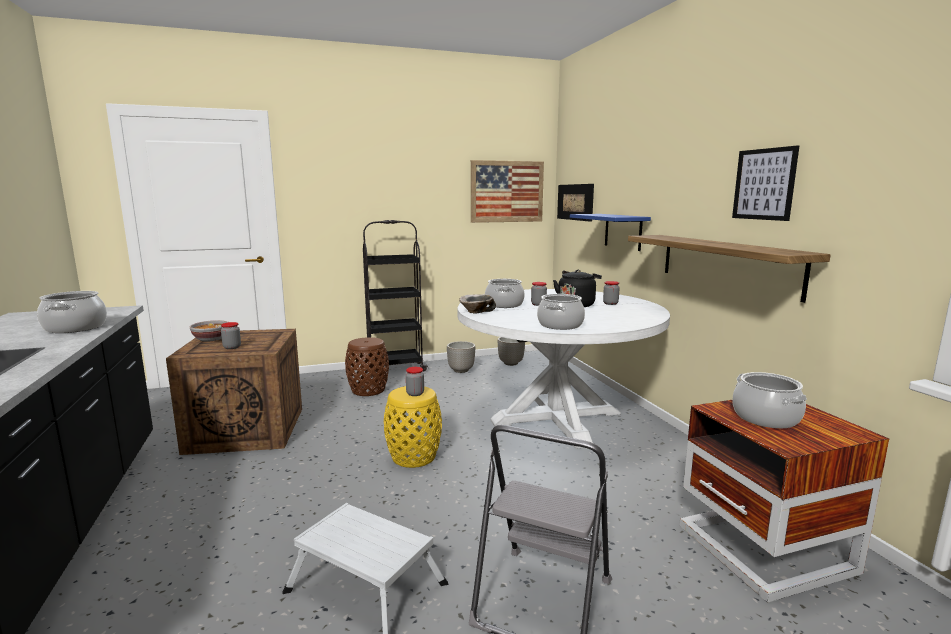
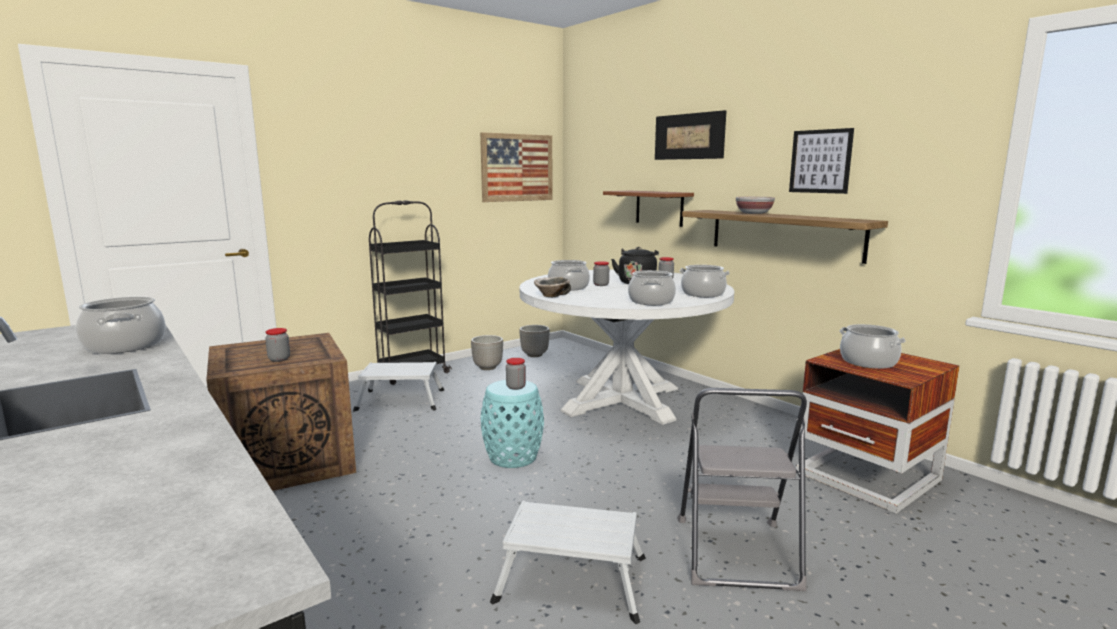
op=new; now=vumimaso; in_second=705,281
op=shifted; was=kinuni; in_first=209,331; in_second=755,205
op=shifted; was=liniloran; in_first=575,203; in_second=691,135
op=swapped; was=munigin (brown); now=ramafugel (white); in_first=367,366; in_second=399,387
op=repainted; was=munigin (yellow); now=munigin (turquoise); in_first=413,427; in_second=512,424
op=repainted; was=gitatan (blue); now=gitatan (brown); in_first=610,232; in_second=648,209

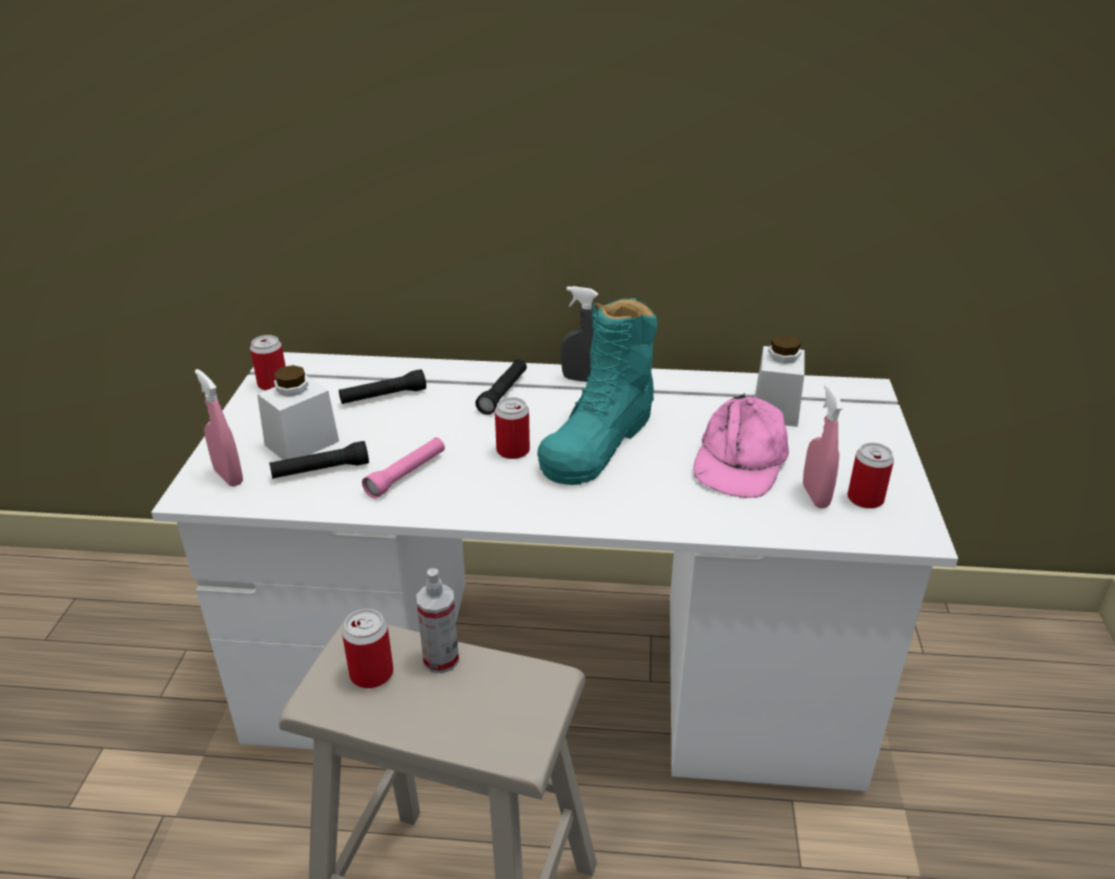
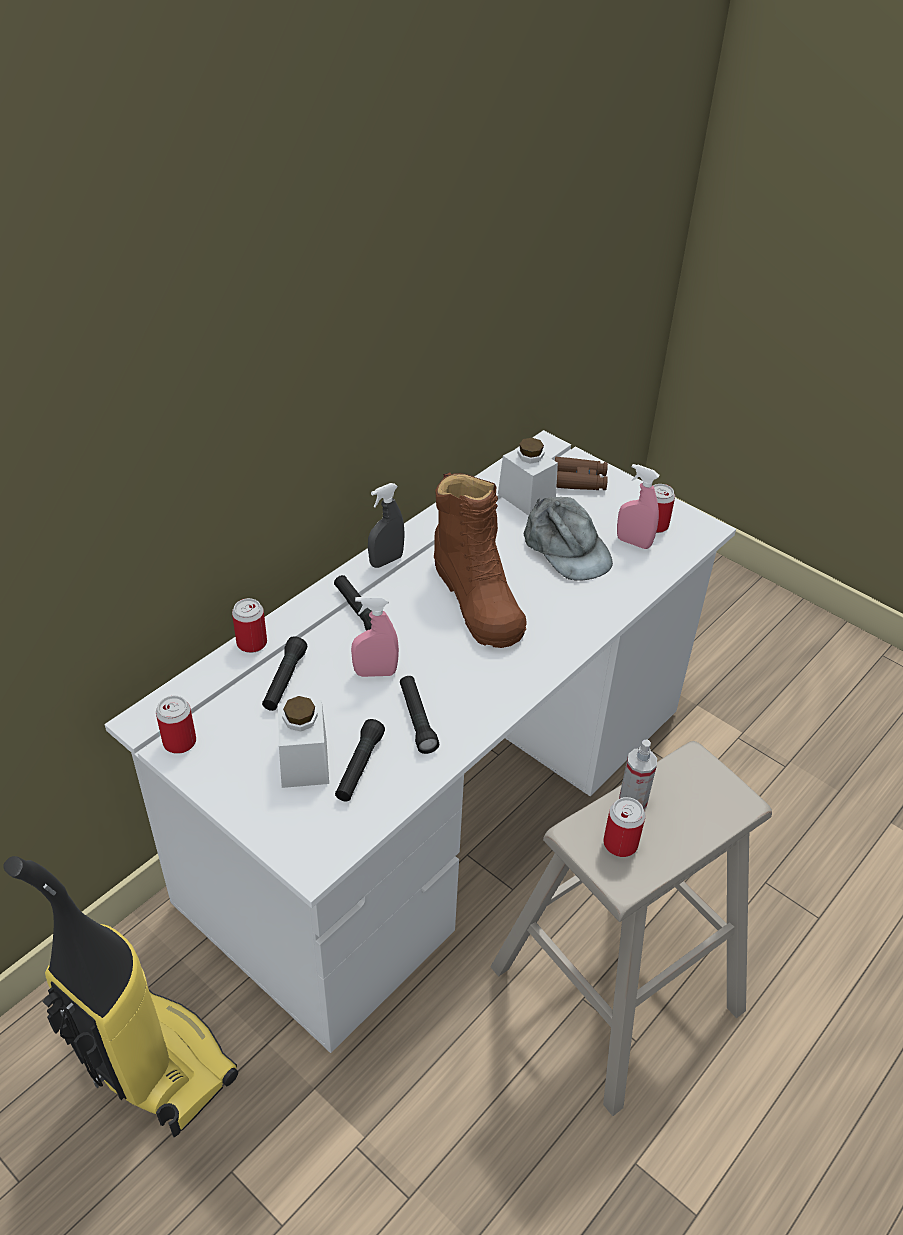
op=new; now=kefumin; in_second=120,996
op=new; now=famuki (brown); in_second=581,473
op=shifted; was=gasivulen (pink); in_first=219,428; in_second=375,636
op=shifted; was=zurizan; in_first=512,428; in_second=249,625
op=repainted; was=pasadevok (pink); now=pasadevok (black); in_first=403,468; in_second=419,715
op=repainted; was=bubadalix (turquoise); now=bubadalix (brown); in_first=597,391; in_second=480,560
op=repainted; was=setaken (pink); now=setaken (grey); in_first=741,445; in_second=568,539

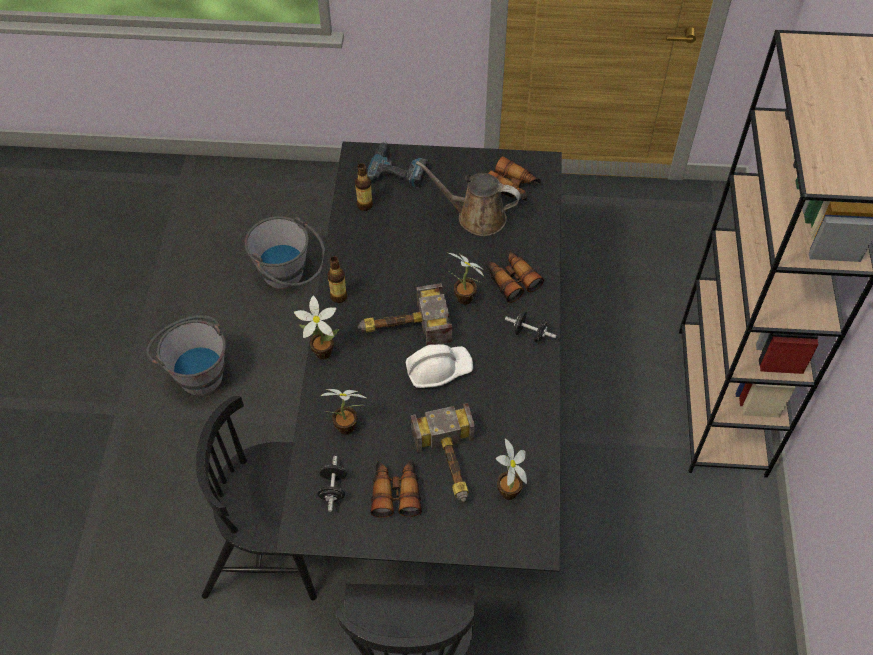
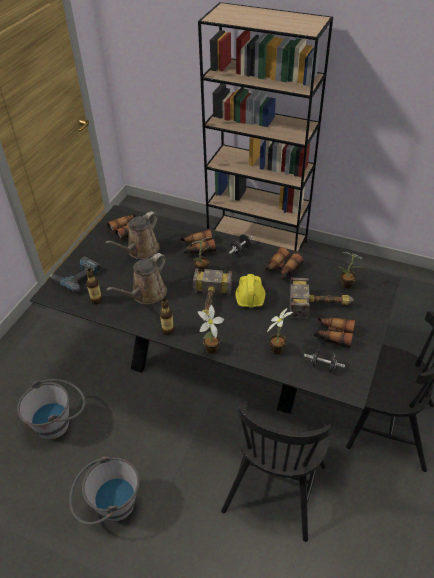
op=new; now=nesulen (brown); in_second=136,278
op=new; now=famuki; in_second=284,263
op=repainted; was=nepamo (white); now=nepamo (yellow); in_first=439,366; in_second=250,290

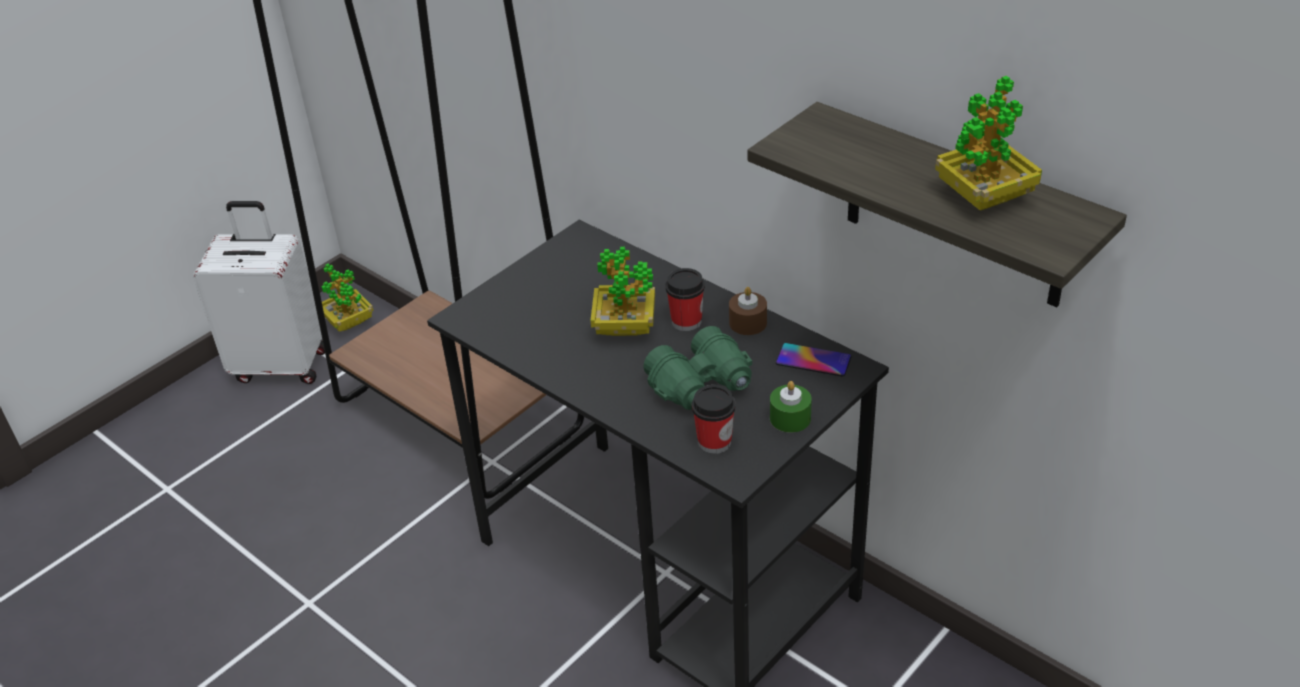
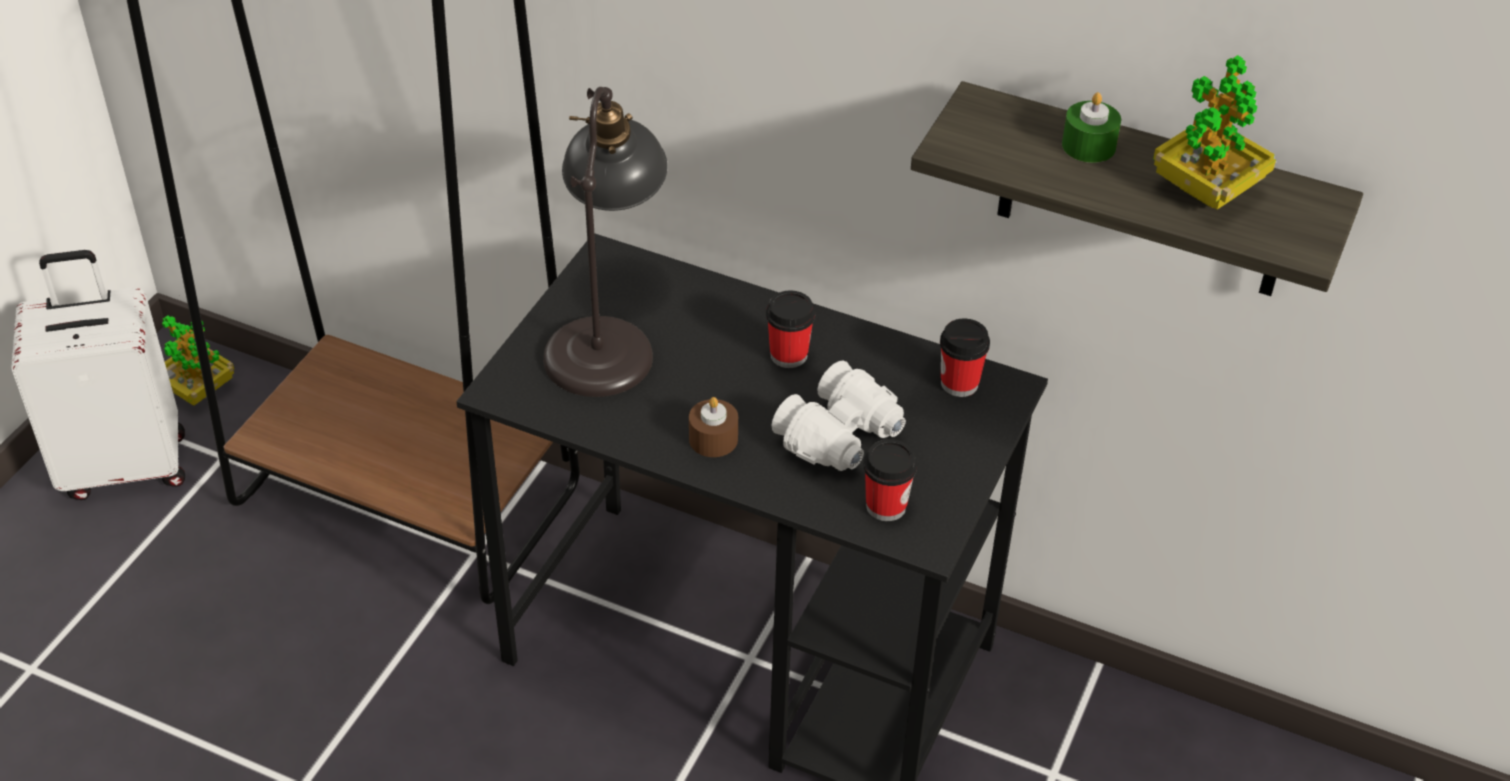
op=gone; was=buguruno; in_first=622,291
op=new; now=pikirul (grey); in_second=605,242
op=shifted; was=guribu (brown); in_first=748,311; in_second=713,427
op=shifted; was=guribu (green); in_first=791,407; in_second=1091,127
op=swapped; was=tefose; now=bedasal; in_first=813,360; in_second=965,358
op=repainted; was=famuki (green); now=famuki (white); in_first=697,368; in_second=839,415

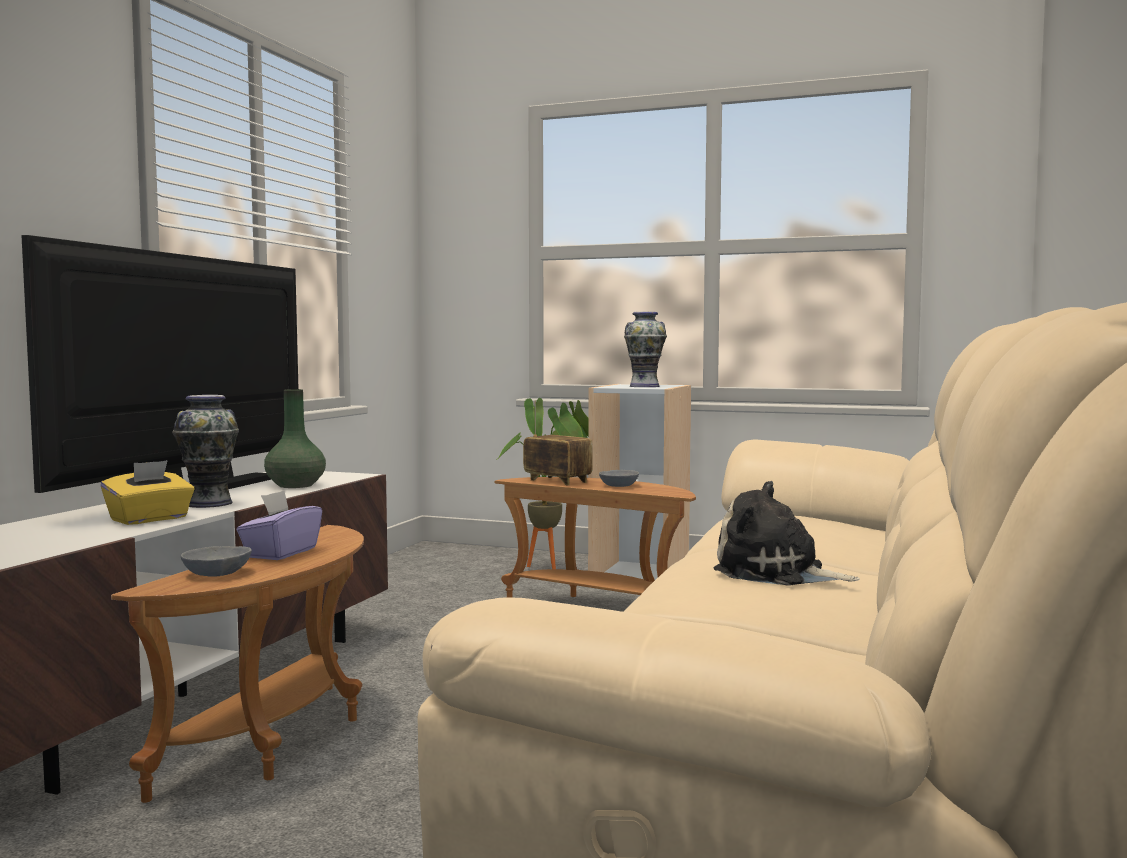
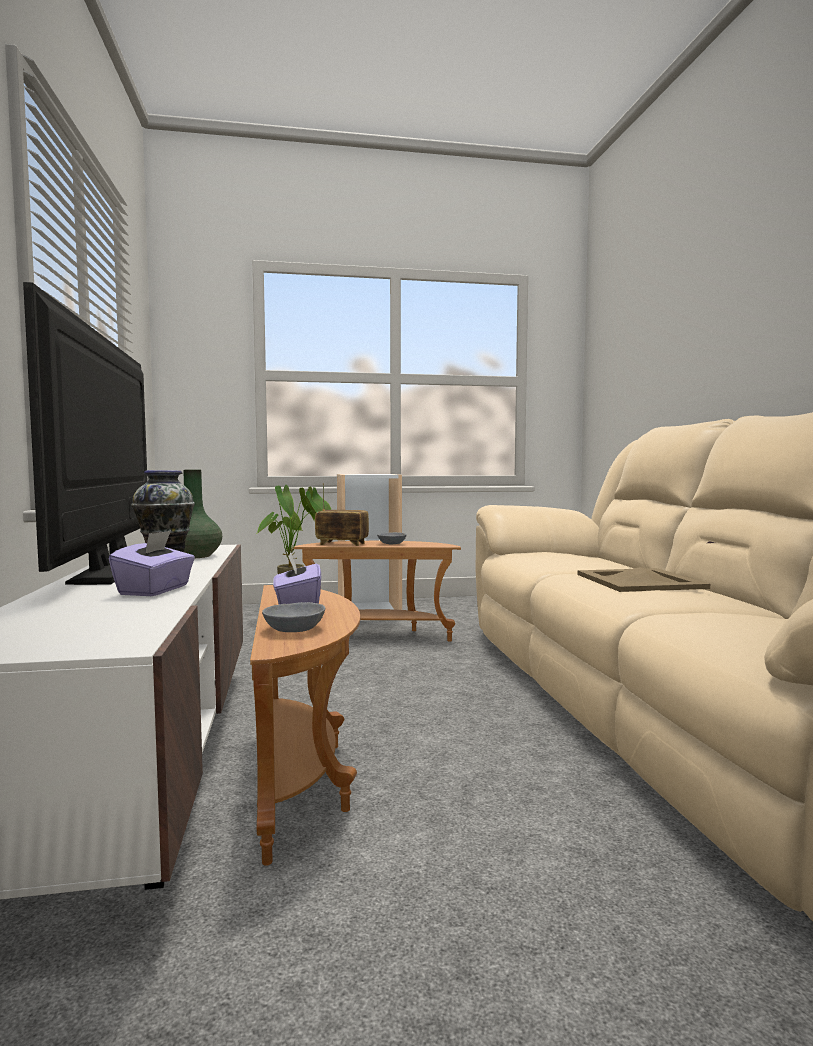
op=gone; was=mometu; in_first=645,349
op=swapped; was=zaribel; now=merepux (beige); in_first=787,533; in_second=643,579
op=repainted; was=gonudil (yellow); now=gonudil (purple); in_first=147,492; in_second=152,563

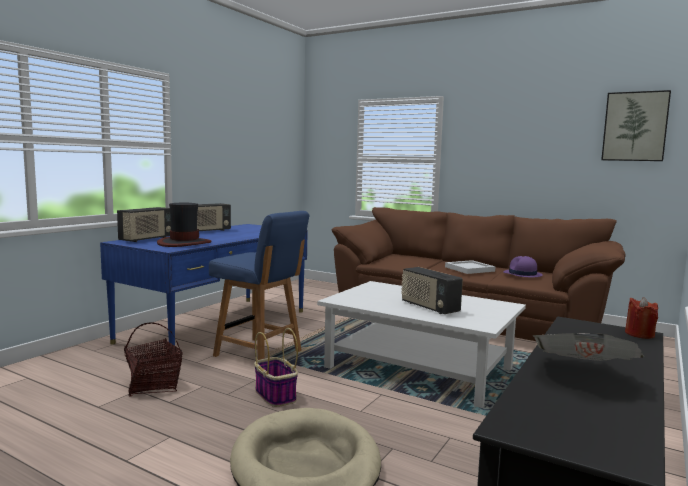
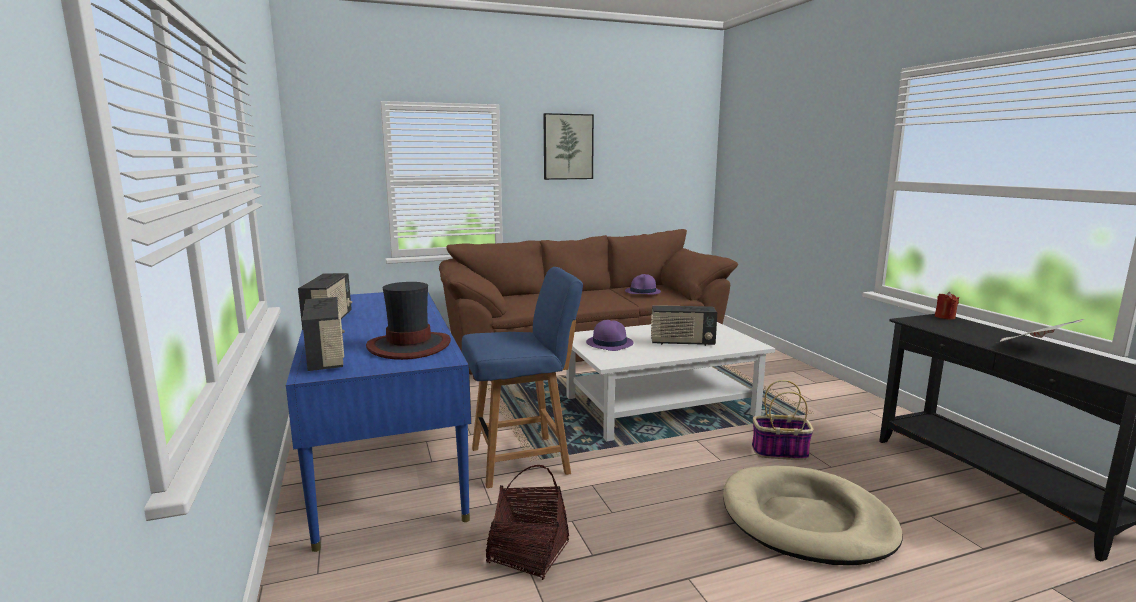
op=gone; was=merepux (white); in_first=470,267
op=new; now=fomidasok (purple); in_second=610,335
op=shifted; was=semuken; in_first=276,367; in_second=783,420
op=shifted; was=liniloran; in_first=636,125; in_second=568,146

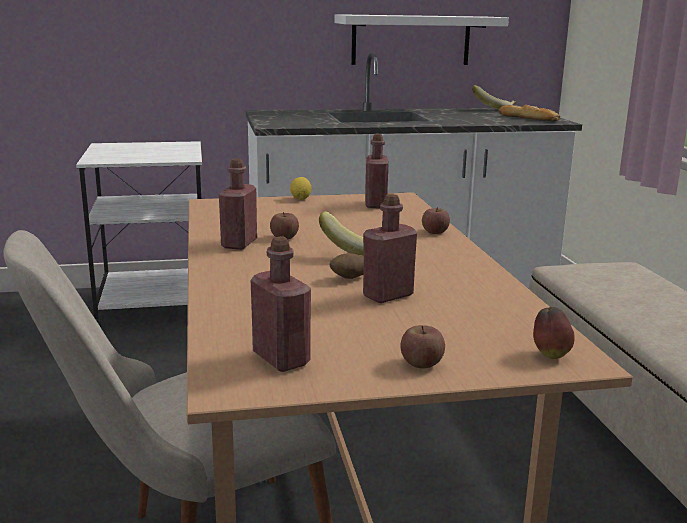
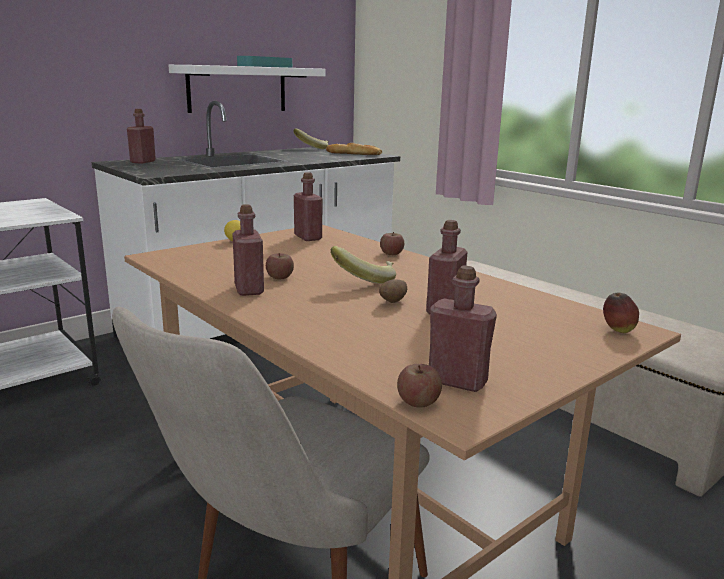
op=new; now=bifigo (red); in_second=141,136
op=new; now=merepux (turquoise); in_second=264,62
op=shifted; was=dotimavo; in_first=422,346; in_second=419,386

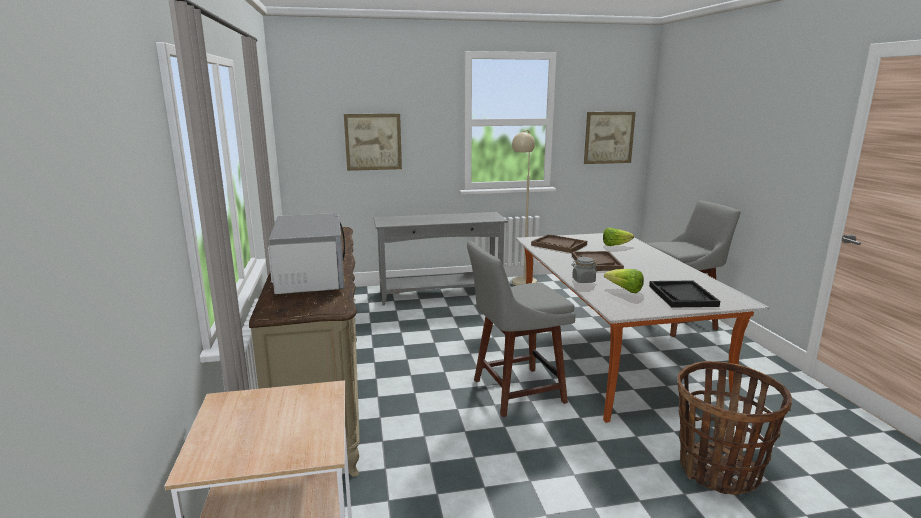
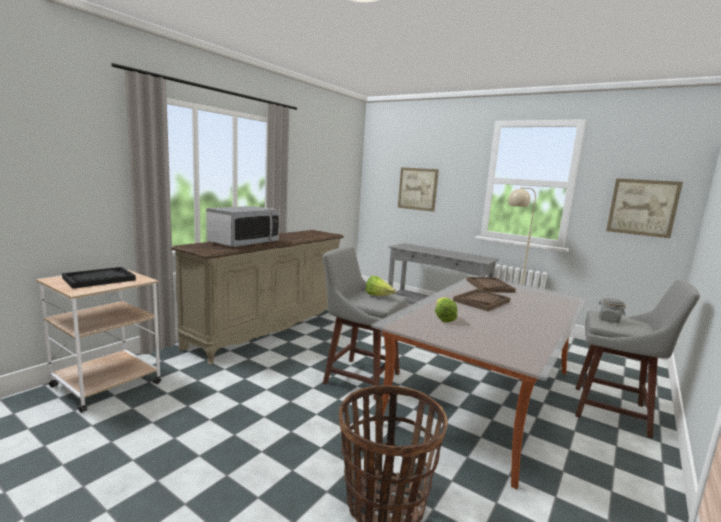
op=shifted; was=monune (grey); in_first=584,270; in_second=612,310
op=shifted; was=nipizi; in_first=618,236; in_second=381,286
op=shifted; was=merepux (black); in_first=684,294; in_second=99,278

